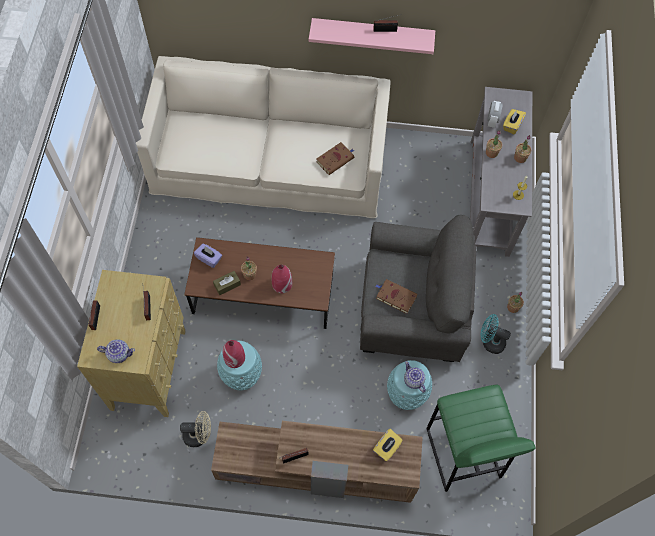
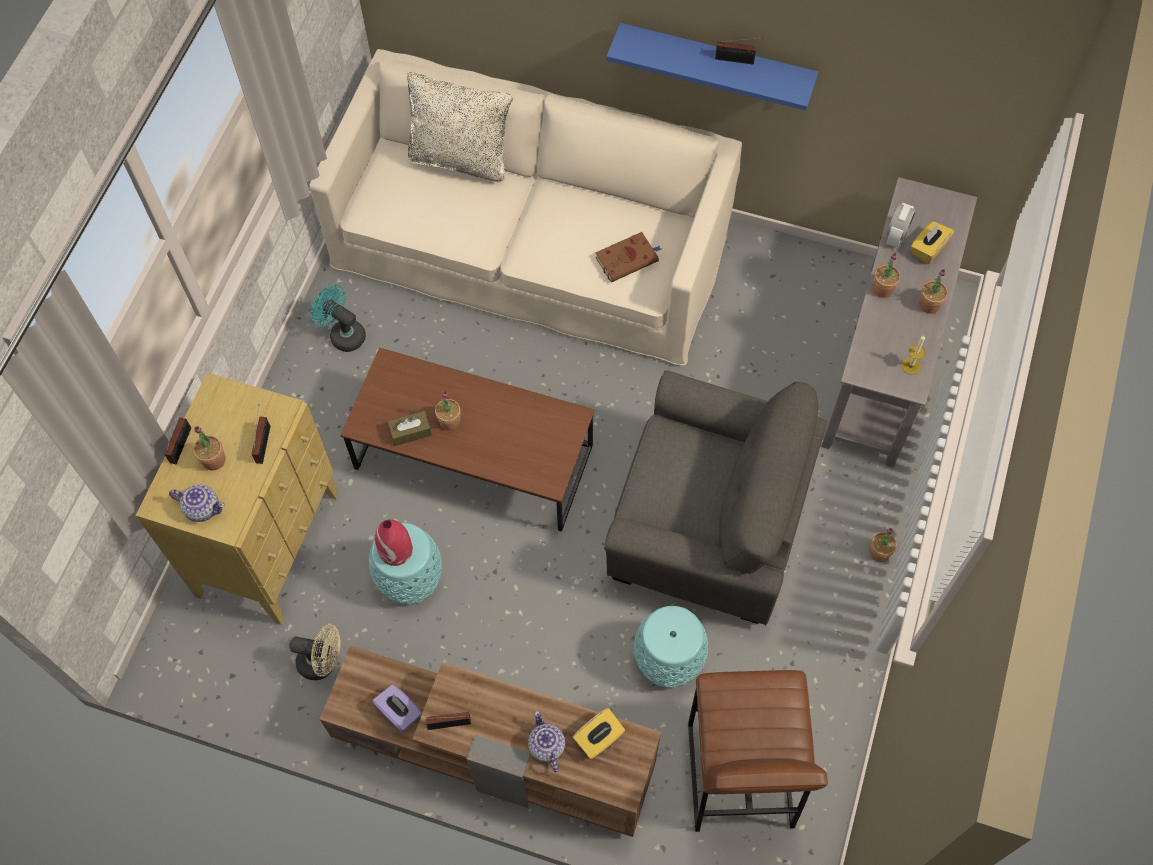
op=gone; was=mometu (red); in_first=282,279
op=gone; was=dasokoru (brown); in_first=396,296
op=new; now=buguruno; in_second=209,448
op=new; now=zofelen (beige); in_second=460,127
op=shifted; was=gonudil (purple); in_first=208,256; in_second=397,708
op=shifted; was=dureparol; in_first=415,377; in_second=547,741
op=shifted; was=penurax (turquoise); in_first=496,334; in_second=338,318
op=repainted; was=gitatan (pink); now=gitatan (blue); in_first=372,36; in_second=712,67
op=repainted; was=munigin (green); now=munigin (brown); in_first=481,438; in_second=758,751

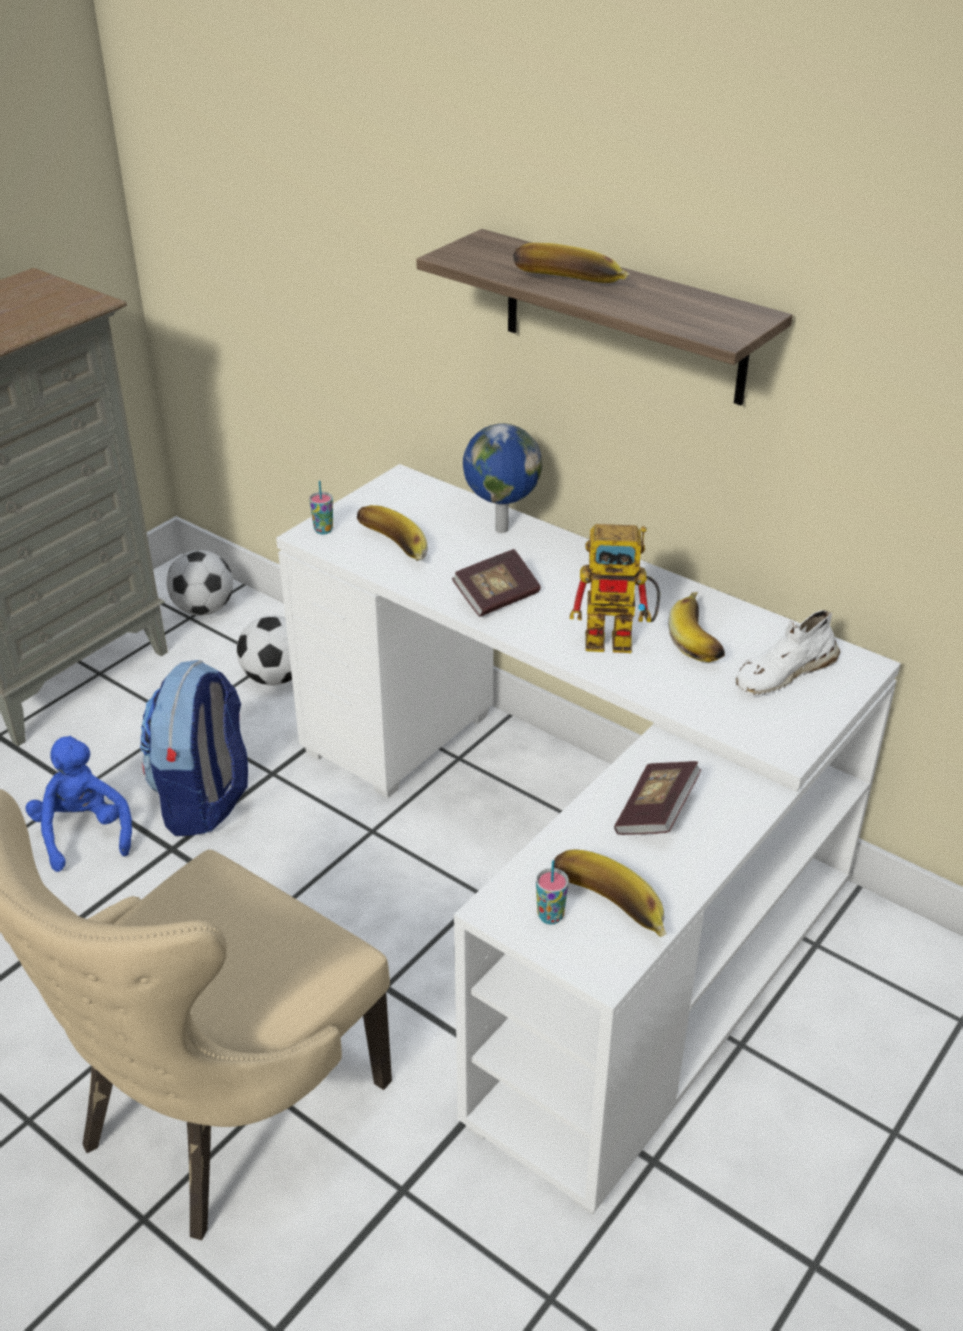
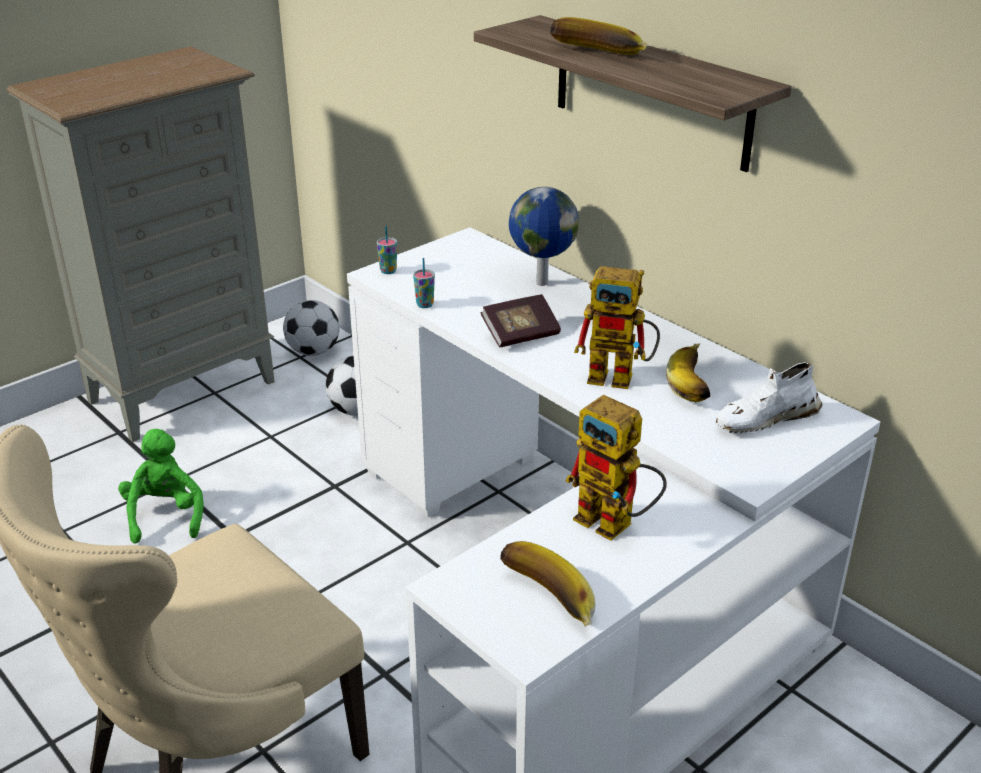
op=gone; was=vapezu; in_first=194,747
op=gone; was=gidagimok; in_first=392,533
op=shifted; was=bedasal; in_first=552,892; in_second=424,283
op=swapped; was=dasokoru; now=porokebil; in_first=657,798; in_second=616,468
op=repainted; was=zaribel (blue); now=zaribel (green); in_first=79,804; in_second=161,486

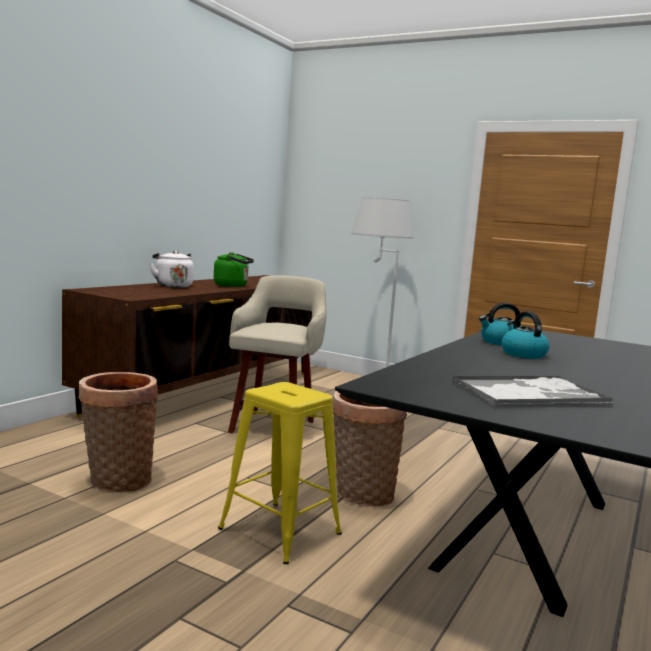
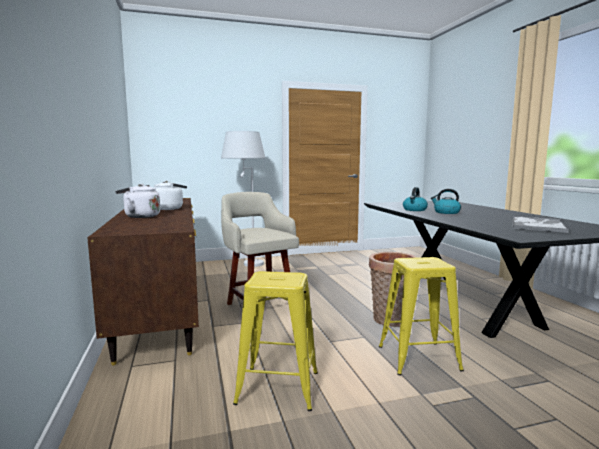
op=swapped; was=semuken; now=munigin (yellow); in_first=118,432; in_second=275,341
op=repainted; was=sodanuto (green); now=sodanuto (white); in_first=234,269; in_second=170,195

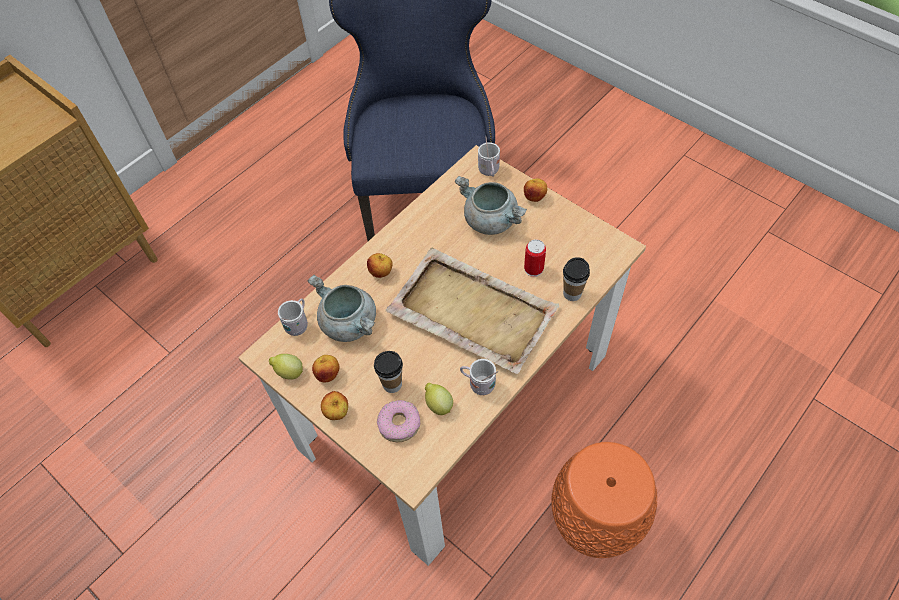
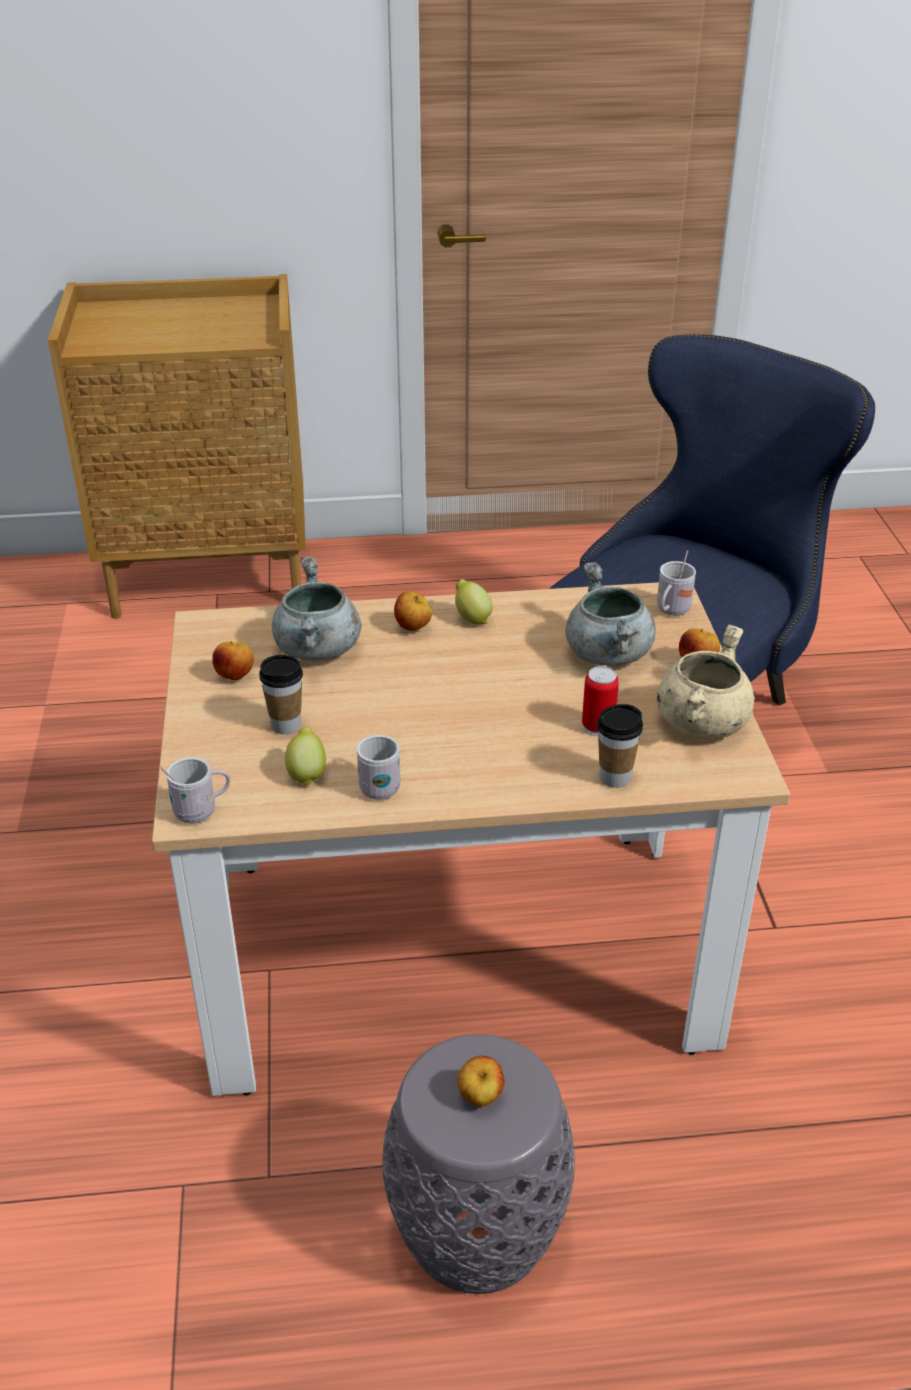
op=gone; was=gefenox; in_first=398,421
op=gone; was=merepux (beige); in_first=472,311
op=new; now=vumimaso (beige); in_second=705,681
op=shifted; was=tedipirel; in_first=286,367; in_second=474,601
op=shifted; was=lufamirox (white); in_first=293,317; in_second=196,790
op=shifted; was=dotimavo; in_first=334,405; in_second=481,1081
op=repainted; was=munigin (orange); now=munigin (grey); in_first=604,500; in_second=479,1164

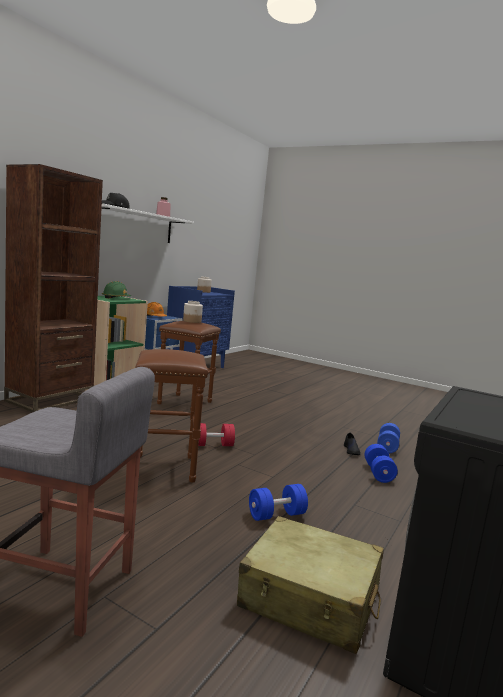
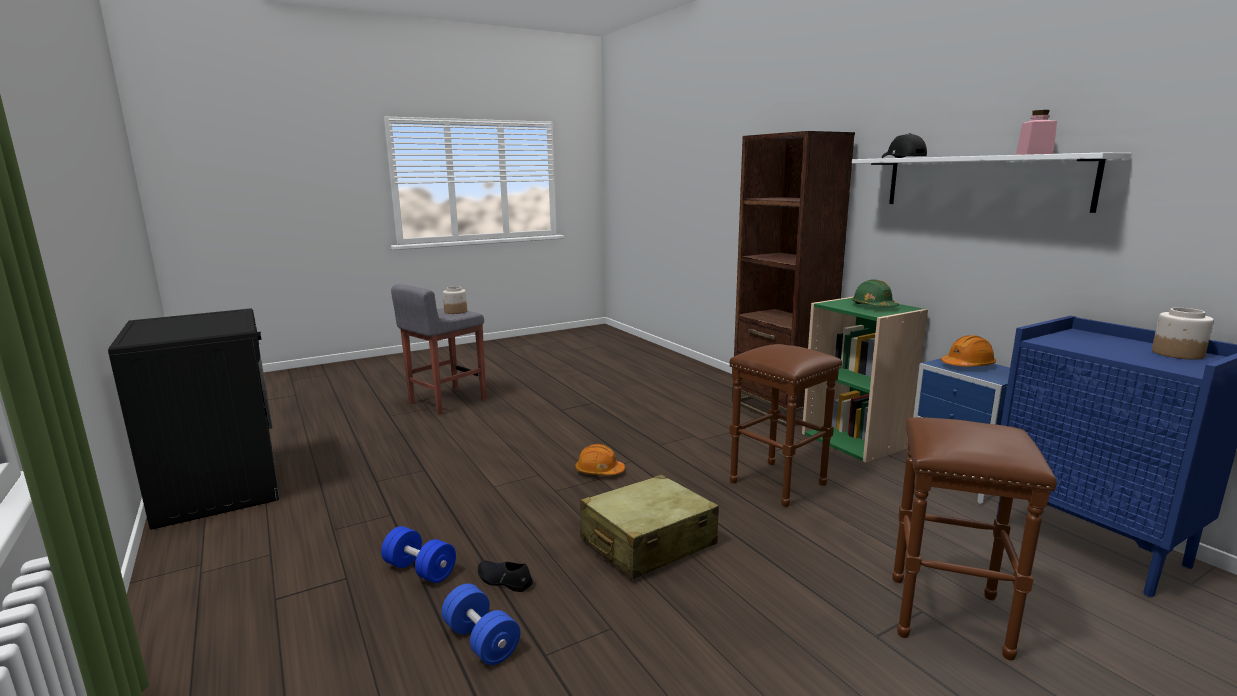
op=gone; was=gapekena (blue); in_first=278,502
op=shifted; was=munigin (brown); in_first=171,416; in_second=974,538
op=shifted; was=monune; in_first=193,312; in_second=455,300
op=shifted; was=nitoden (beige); in_first=310,585; in_second=649,526
op=swapped; was=gapekena (red); now=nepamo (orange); in_first=216,434; in_second=600,459

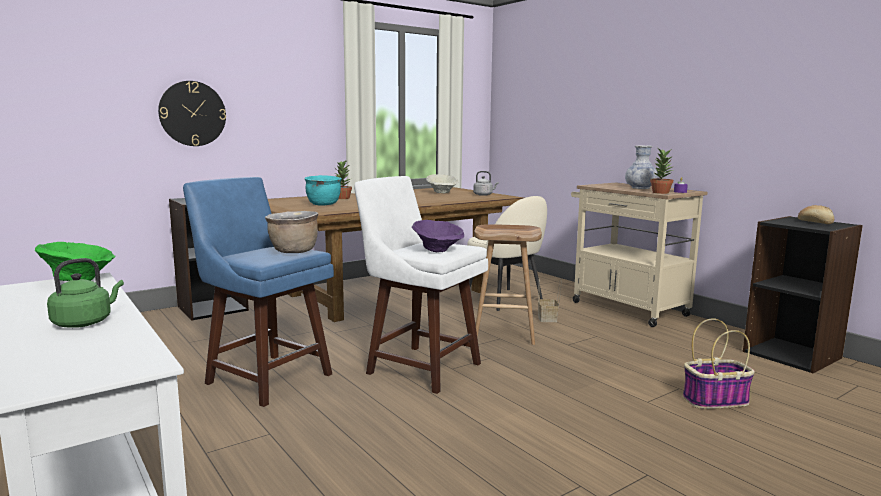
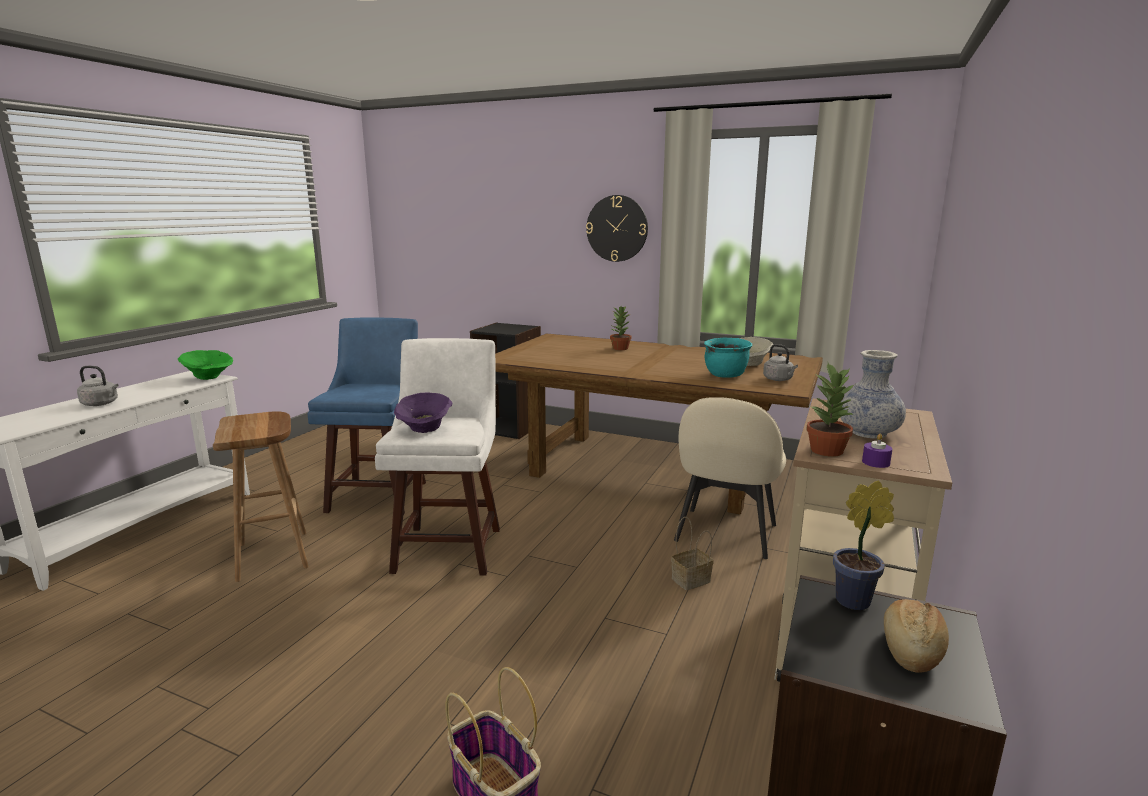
op=gone; was=vumimaso (brown); in_first=291,232
op=new; now=buguruno; in_second=863,545
op=shifted; was=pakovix; in_first=192,113; in_second=617,228
op=shifted; was=vumimaso (turquoise); in_first=323,190; in_second=728,357
op=shifted; was=munigin (brown); in_first=508,284; in_second=261,496
op=repainted; was=sodanuto (green); now=sodanuto (grey); in_first=85,293; in_second=98,386

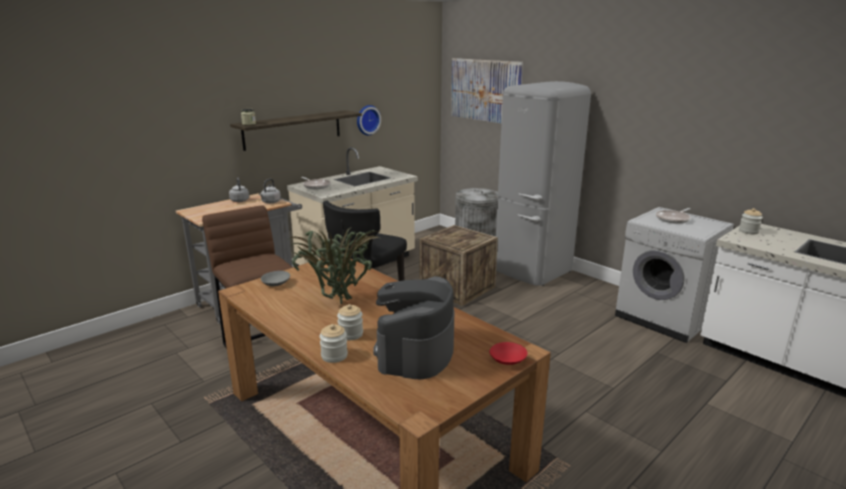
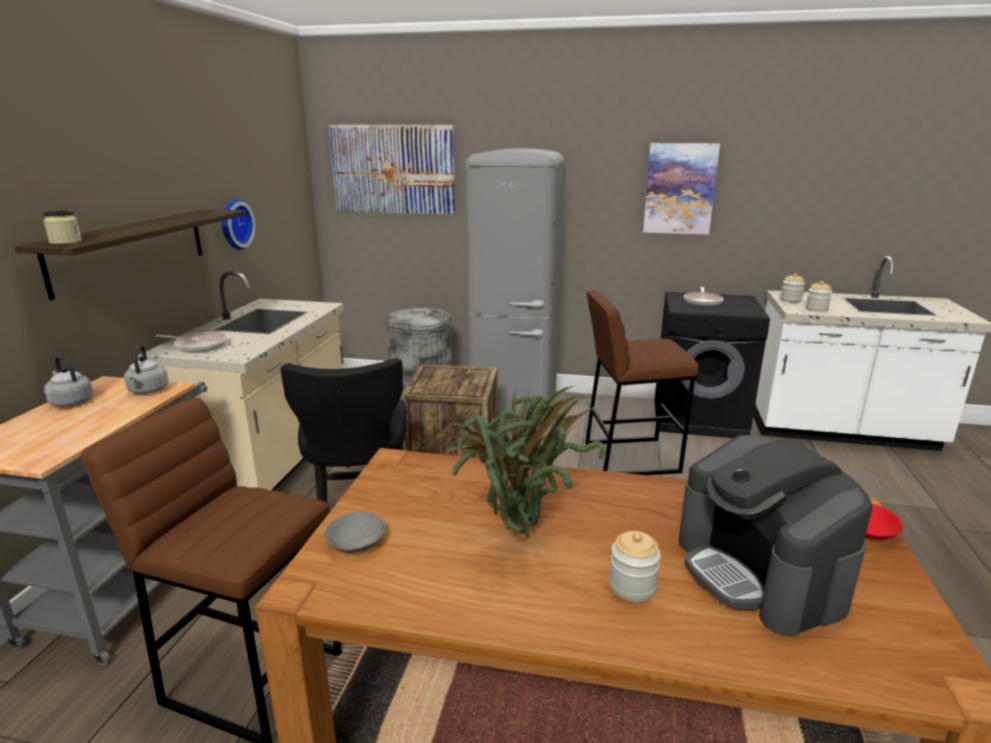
op=new; now=munigin (brown); in_second=642,382
op=new; now=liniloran; in_second=681,189
op=shifted; was=monune; in_first=333,343; in_second=819,296
op=repainted; was=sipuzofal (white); now=sipuzofal (black); in_first=674,275; in_second=712,365

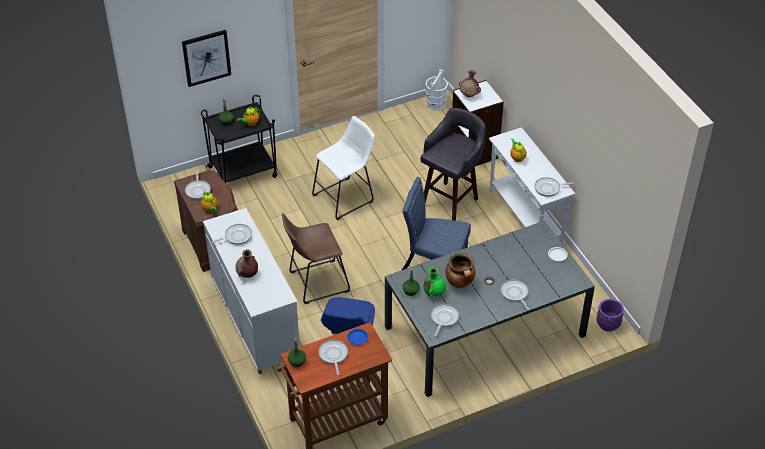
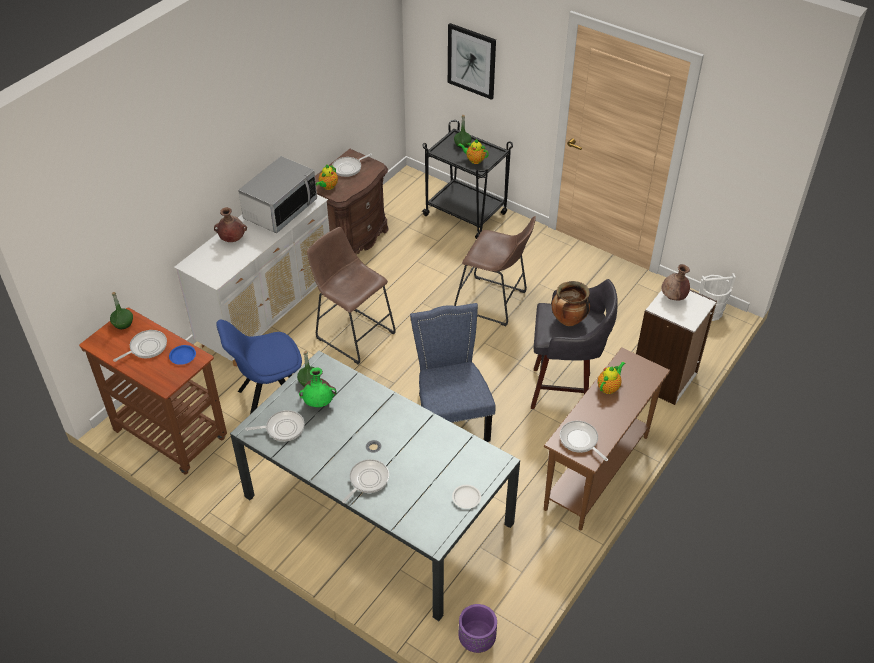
op=shifted; was=vumimaso; in_first=460,270; in_second=571,303
op=swapped; was=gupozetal; now=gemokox; in_first=232,234; in_second=277,194
op=repainted; was=munigin (white); now=munigin (brown); in_first=343,168; in_second=495,271
op=repainted; was=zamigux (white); now=zamigux (brown); in_first=532,185; in_second=607,439

